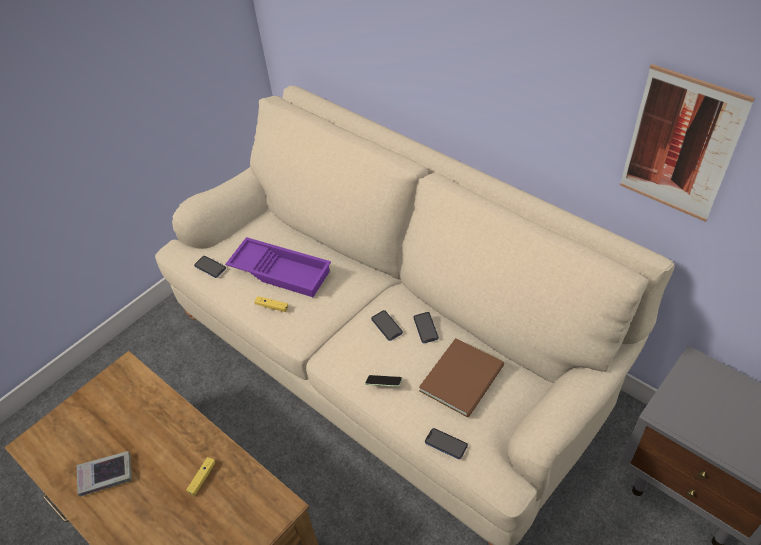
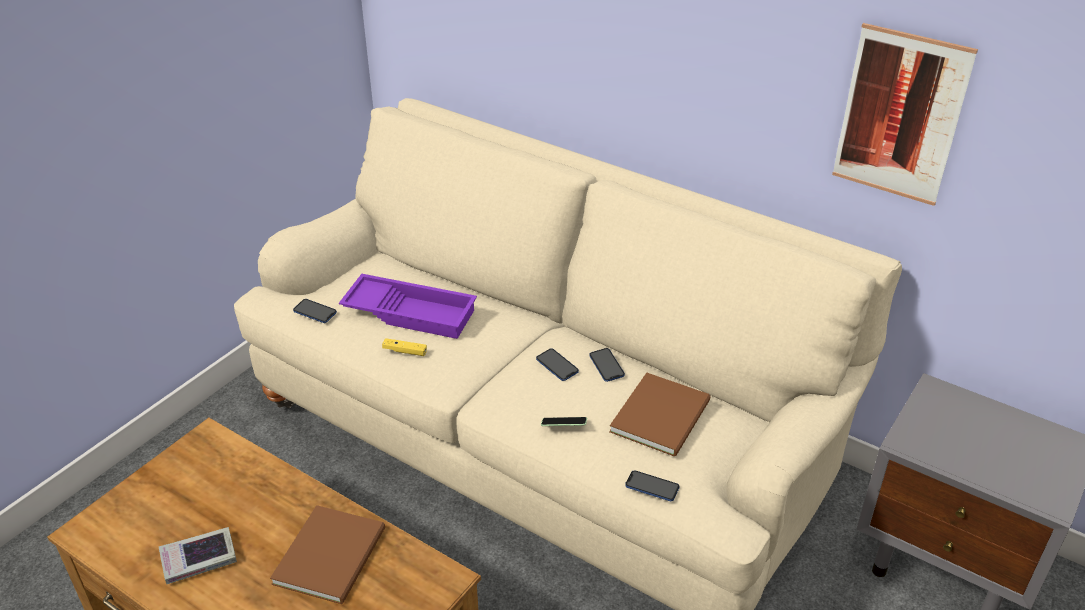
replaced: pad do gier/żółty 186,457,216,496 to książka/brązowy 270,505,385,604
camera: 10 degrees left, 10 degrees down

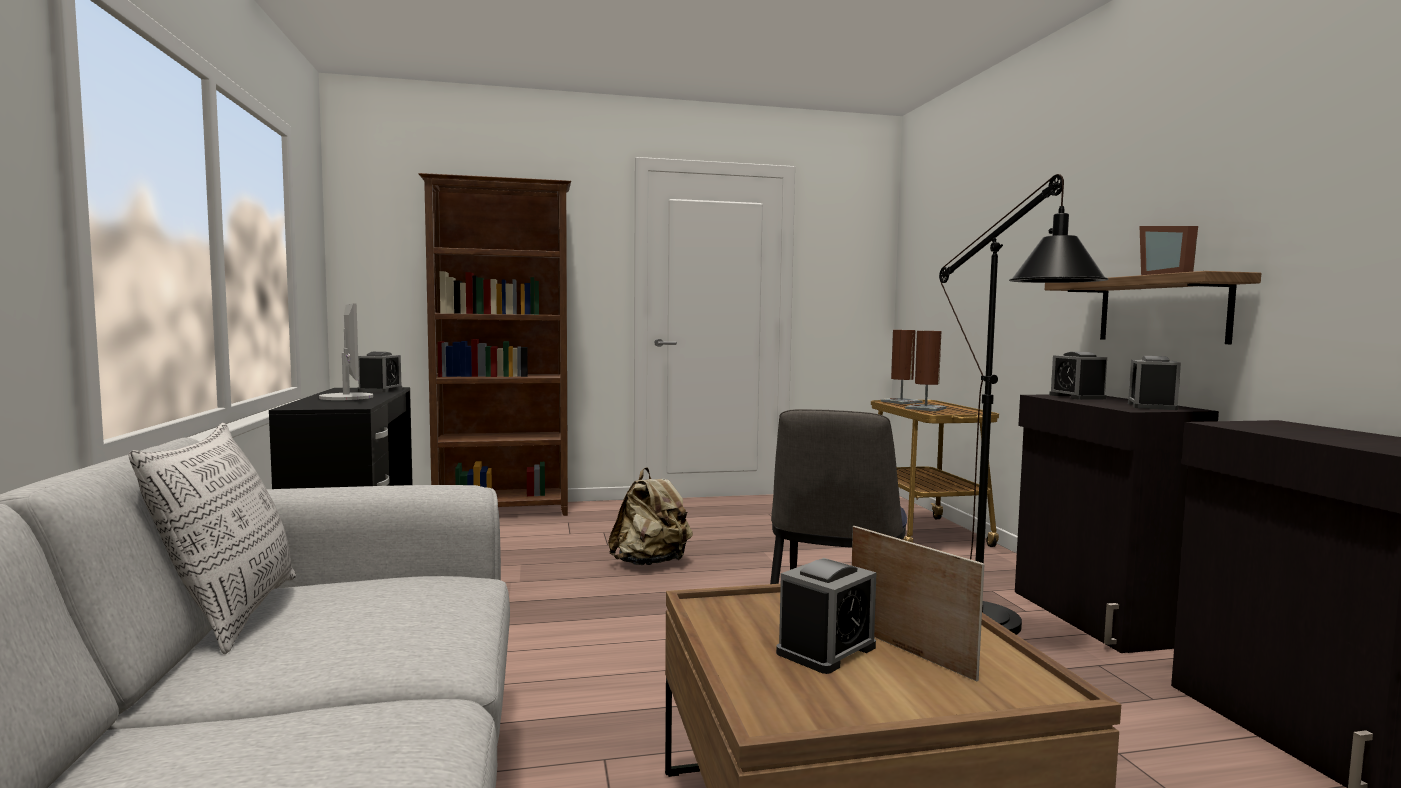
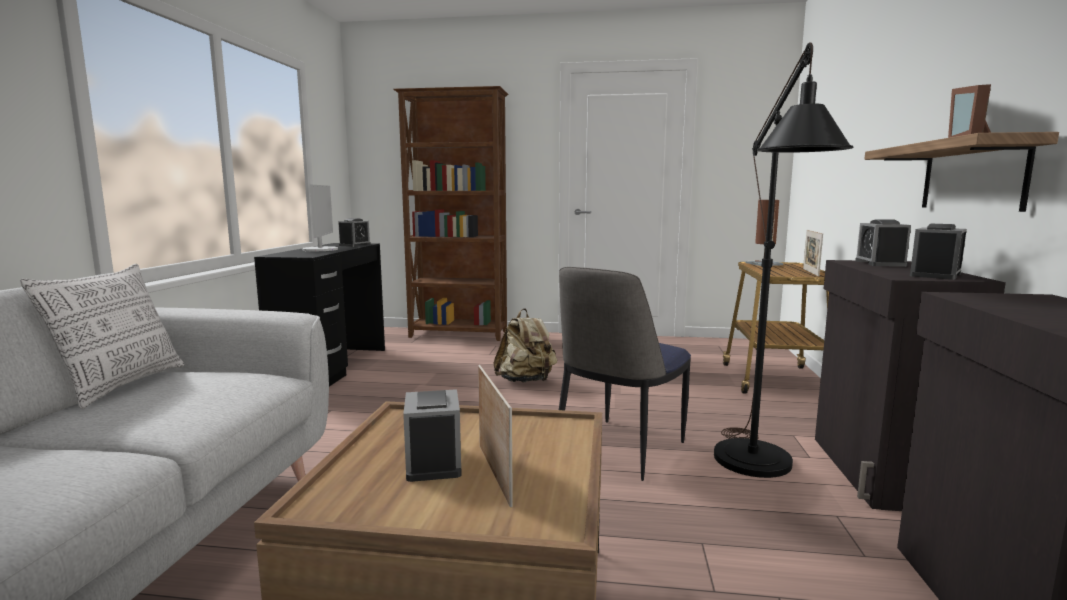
removed: lampa stołowa/brązowy 905,331,947,411
added: ramka na zdjęcie 803,230,823,276
turned: budzik 776,558,877,674 = 403,389,462,482 75 degrees counterclockwise
camera: 20 degrees right, 5 degrees up

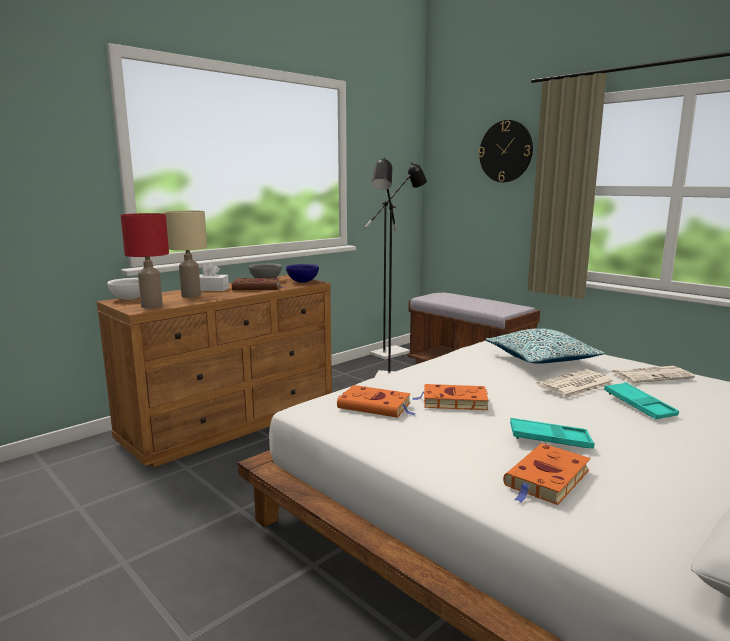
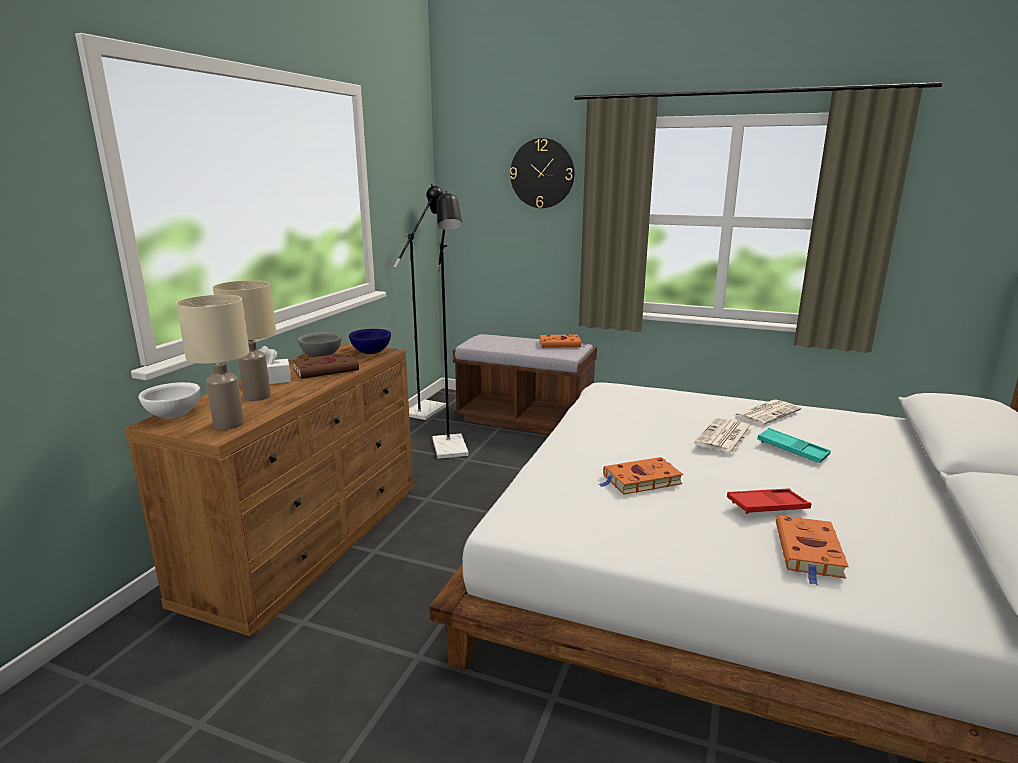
removed: poduszka 485,328,604,364
moved: książka/pomarańczowy 337,385,416,418 to 540,334,587,348
recoloured: lampa stołowa/czerwony 121,213,169,309 to lampa stołowa/beżowy 176,295,249,430; taca/turkusowy 510,418,595,449 to taca/czerwony 727,488,811,514
camera: 25 degrees left, 5 degrees up

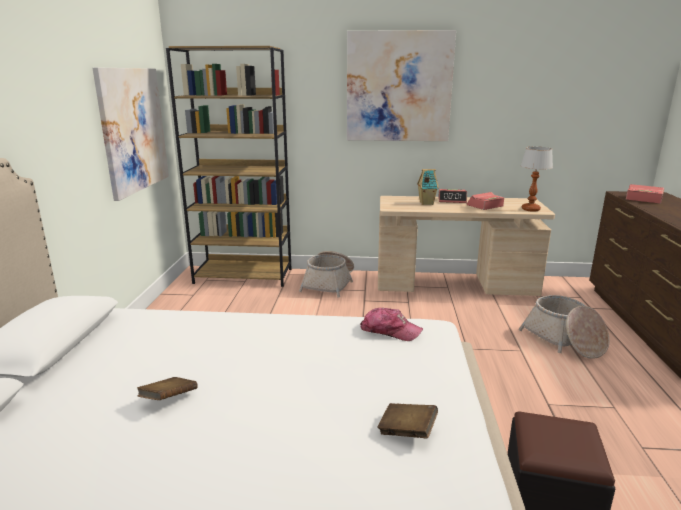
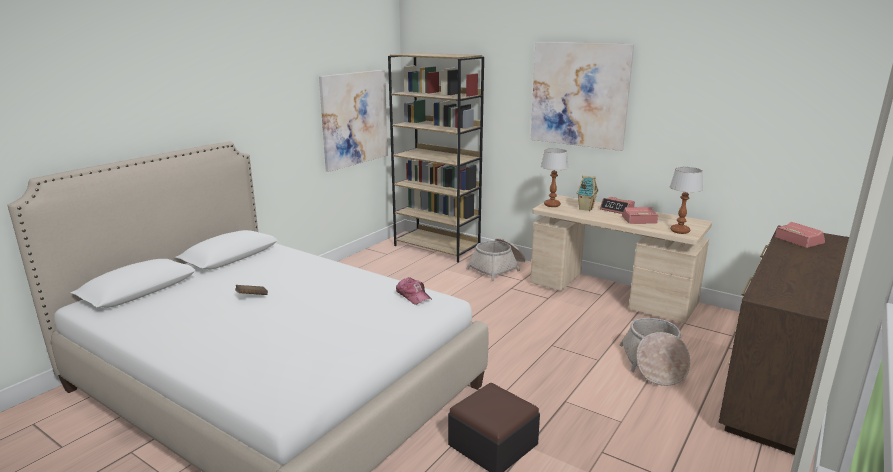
removed: książka/brązowy 377,403,438,438
added: lampa stołowa 541,148,569,207
camera: 30 degrees right, 0 degrees up

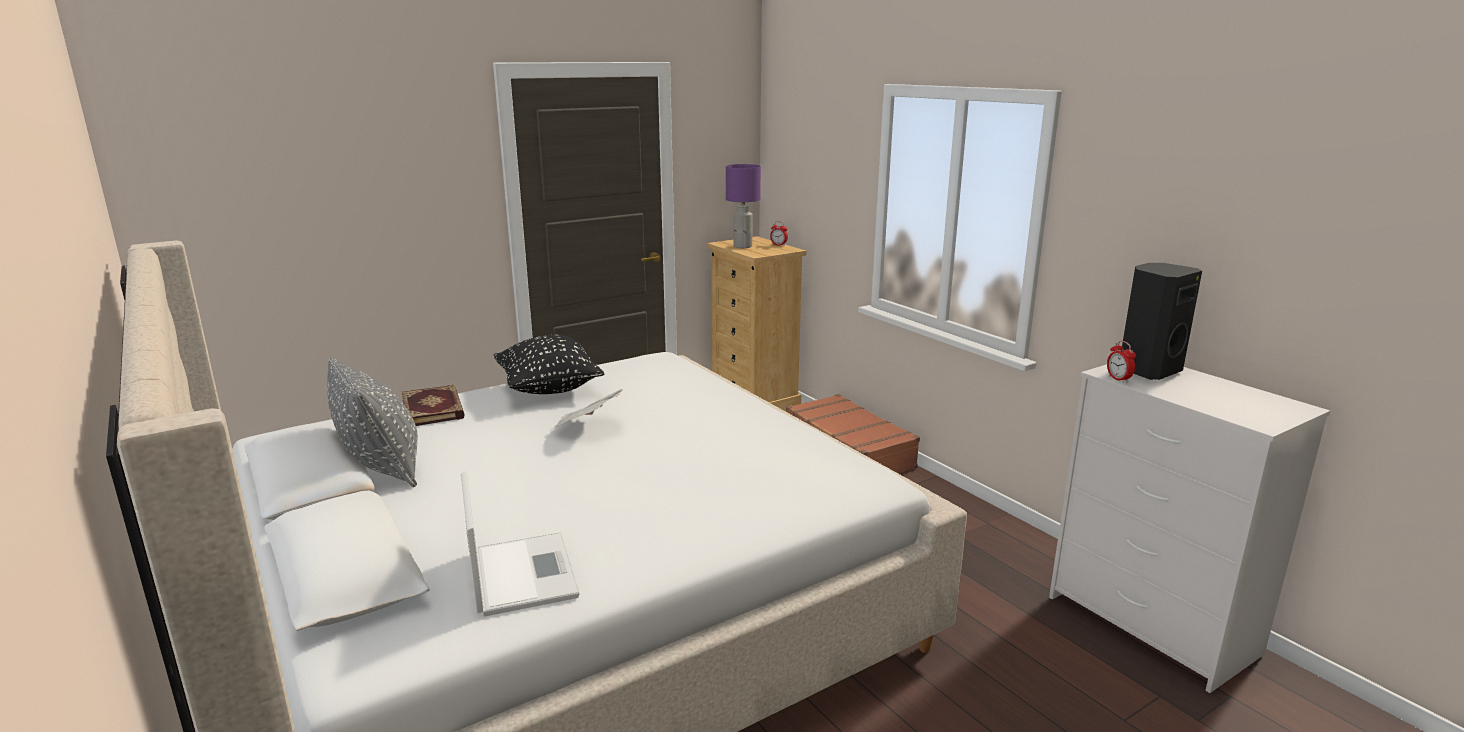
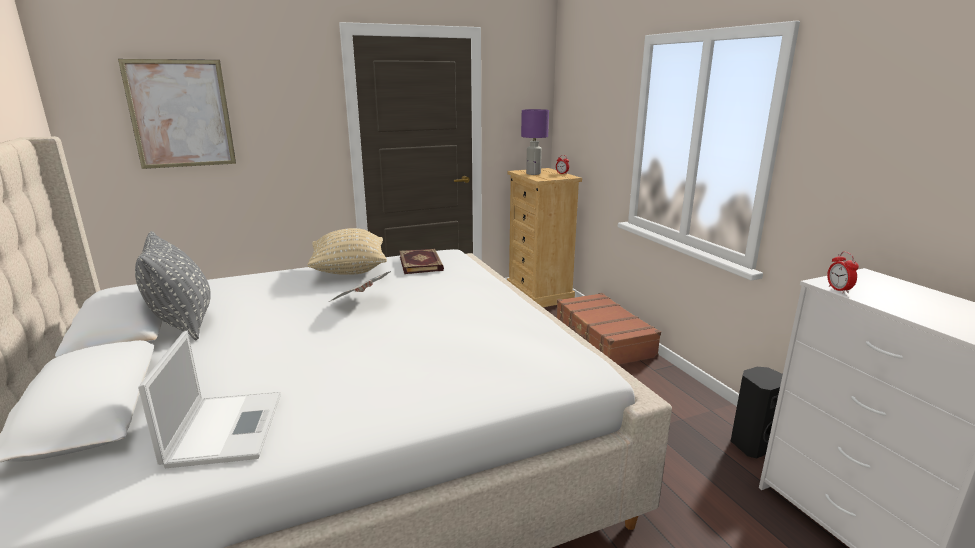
added: obraz 118,59,236,169
moved: głośnik/czarny 1122,263,1202,380 to 731,367,783,459; książka 402,385,465,426 to 399,249,444,274
recoloured: poduszka/czarny 494,335,604,394 to poduszka/beżowy 307,228,387,275
camera: 10 degrees right, 0 degrees up

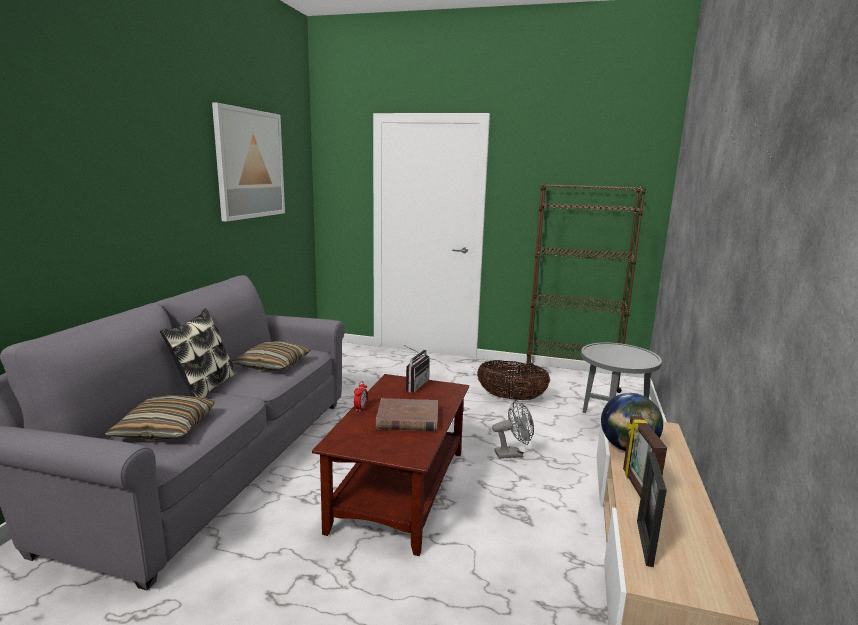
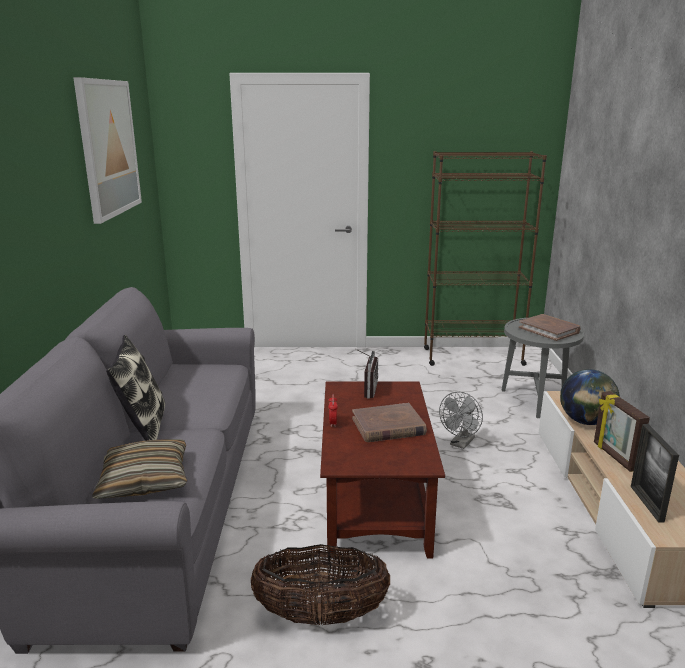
removed: poduszka 232,341,311,371
added: książka/brązowy 519,314,581,341
moved: koszyk 477,360,550,400 to 251,544,390,625
turned: wentylator/szary 492,400,534,459 = 439,392,483,449 150 degrees clockwise
camera: 15 degrees left, 5 degrees up

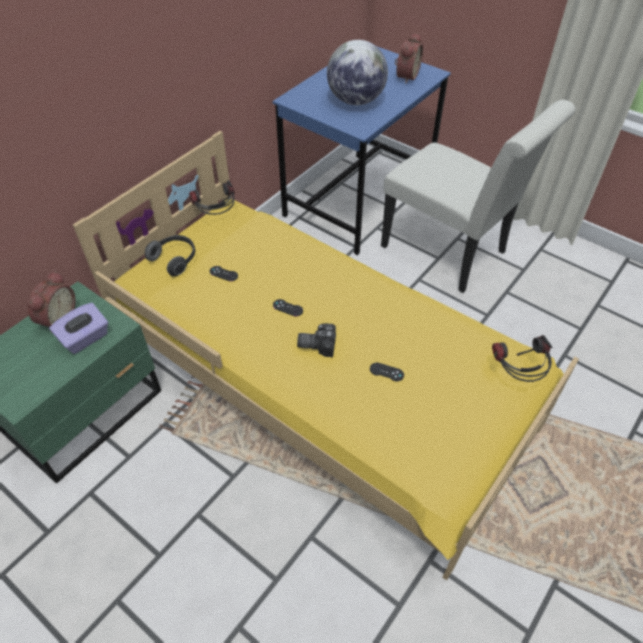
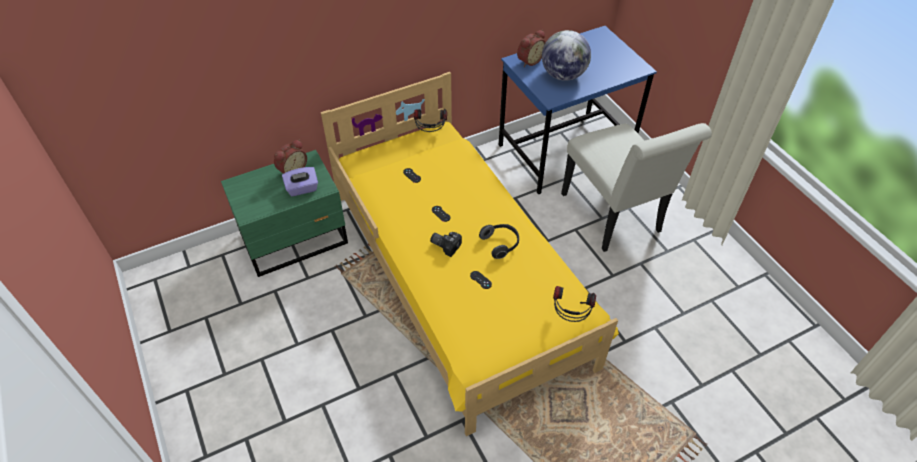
moved: budzik 395,33,423,84 to 517,30,546,67; słuchawki 145,235,196,276 to 479,224,519,259
camera: 25 degrees right, 0 degrees up

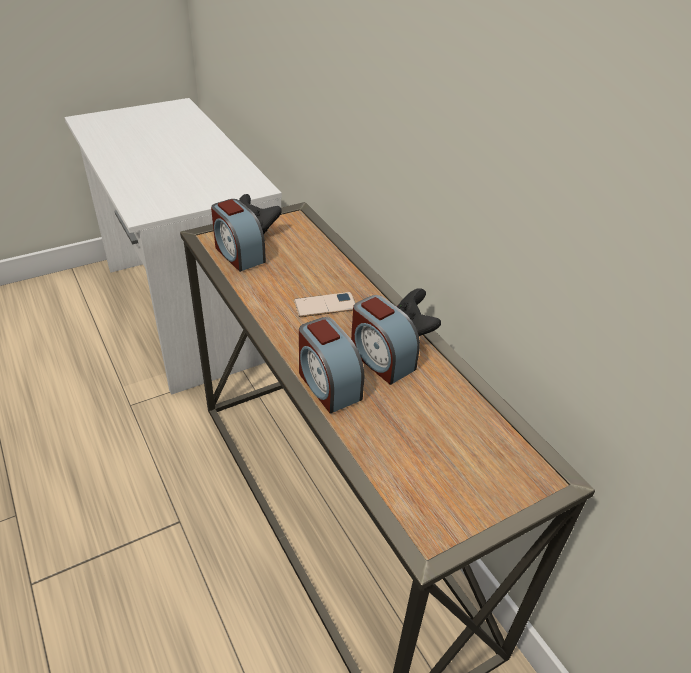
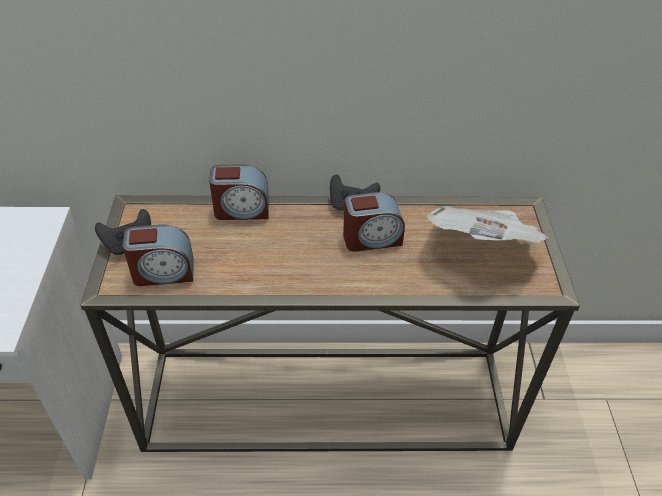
removed: telefon 294,292,355,317
added: gazeta 427,206,549,243
moved: budzik 299,317,364,414 to 209,164,269,220
camera: 60 degrees left, 5 degrees up

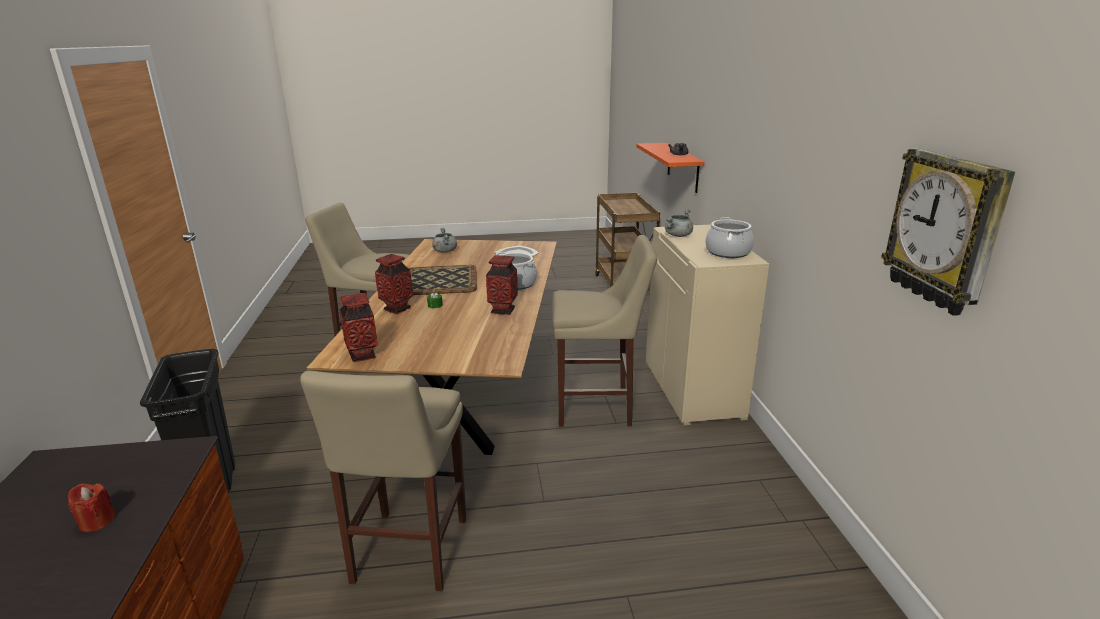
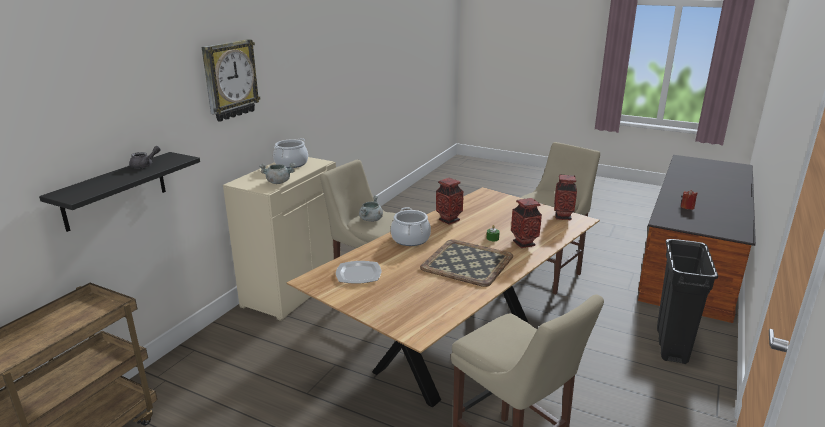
moved: zegar ścienny 881,148,1015,316 to 202,39,260,122; garnek/szary 432,228,457,252 to 359,196,383,222
recoloured: półka/pomarańczowy 636,143,704,193 to półka/czarny 39,152,200,232
camera: 145 degrees left, 0 degrees up

